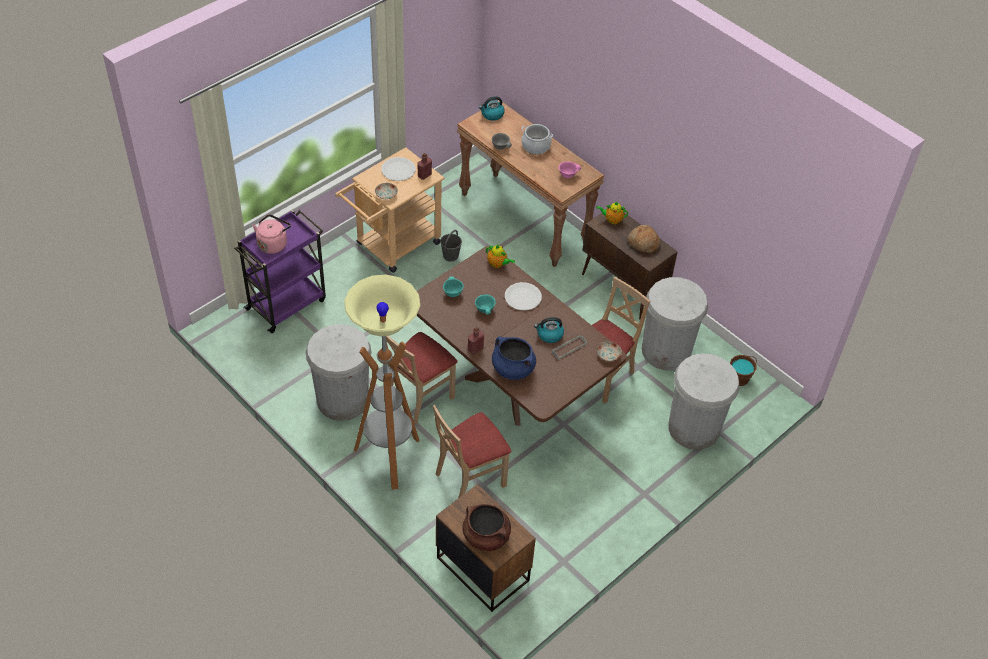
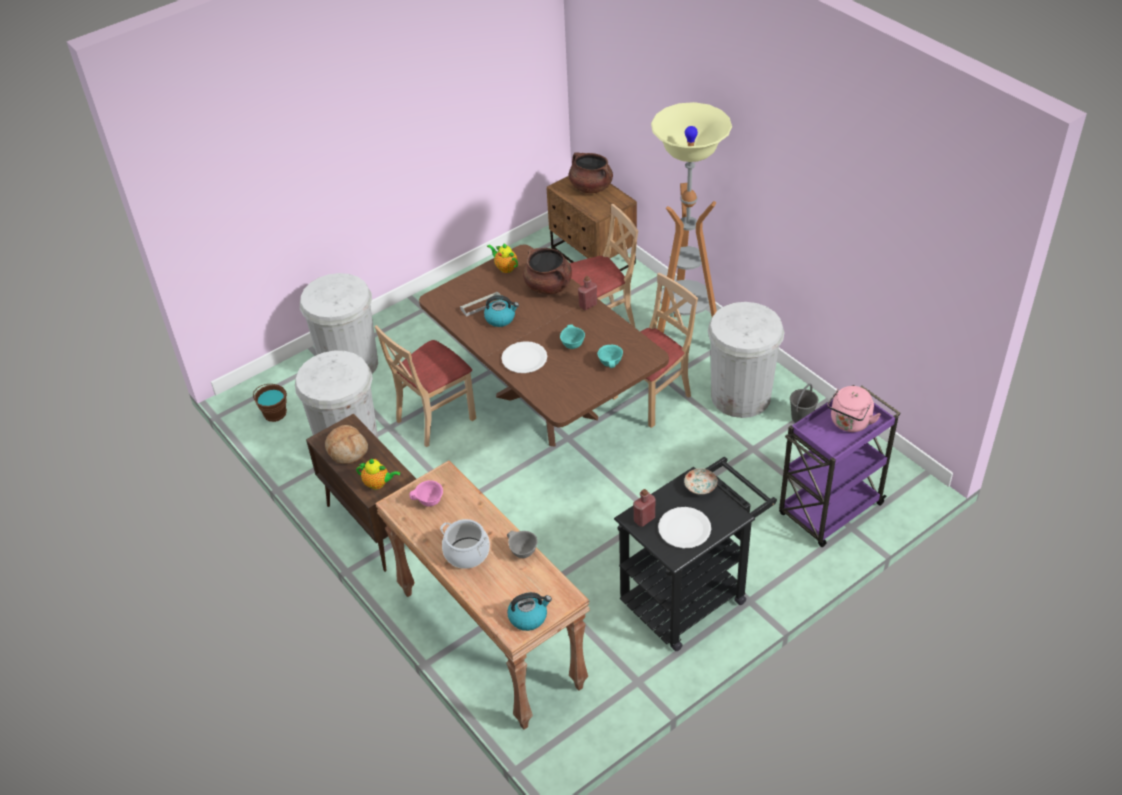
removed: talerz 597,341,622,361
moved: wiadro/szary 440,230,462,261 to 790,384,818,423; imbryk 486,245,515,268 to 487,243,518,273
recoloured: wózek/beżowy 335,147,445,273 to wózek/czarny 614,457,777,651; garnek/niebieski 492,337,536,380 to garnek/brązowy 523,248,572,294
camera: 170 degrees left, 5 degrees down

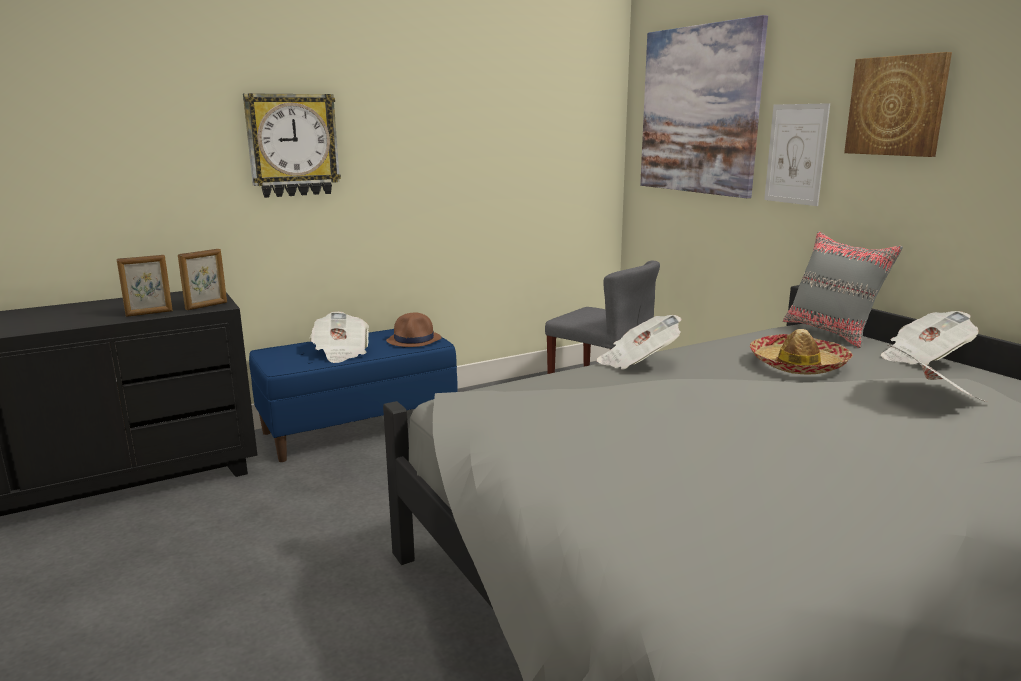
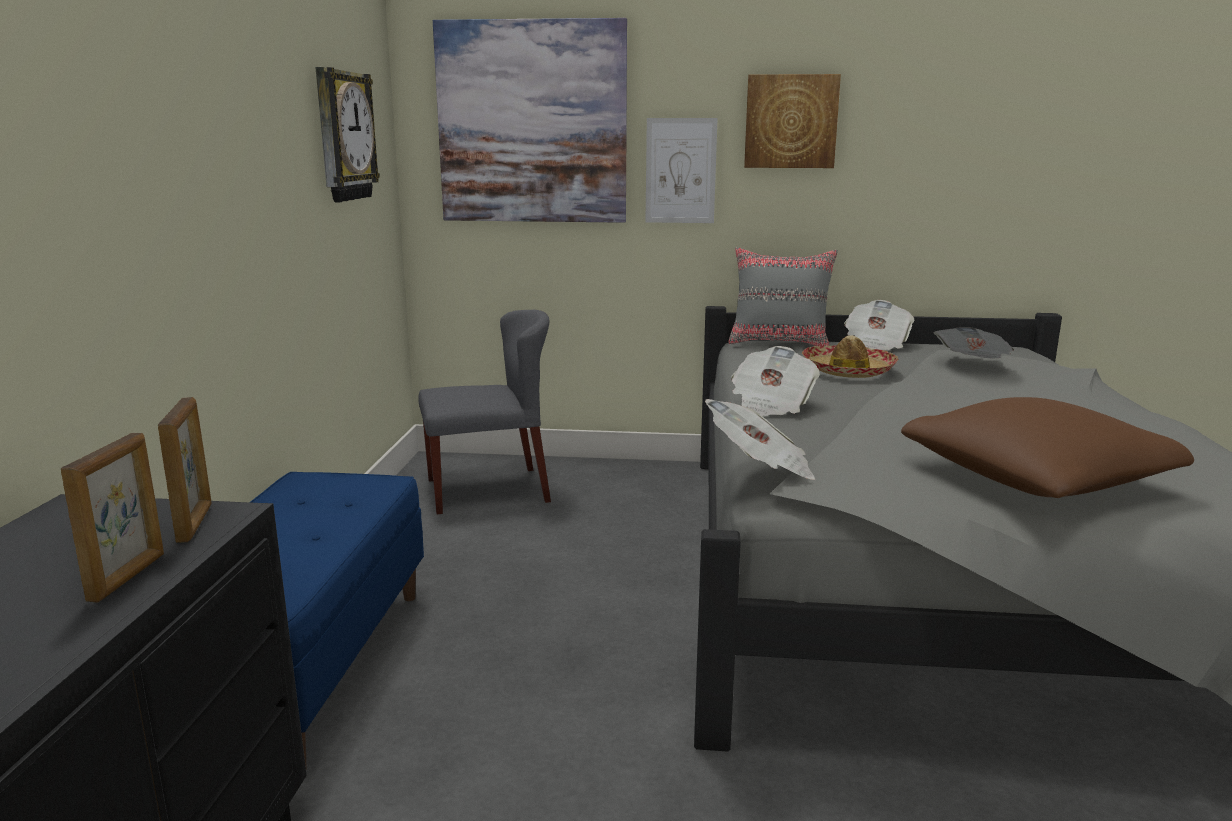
removed: kapelusz/brązowy 386,313,442,347
added: poduszka/brązowy 901,397,1194,498
moved: zegar ścienny 243,93,341,198 to 315,67,380,202; gazeta 310,312,369,363 to 705,399,816,480
camera: 55 degrees left, 0 degrees up

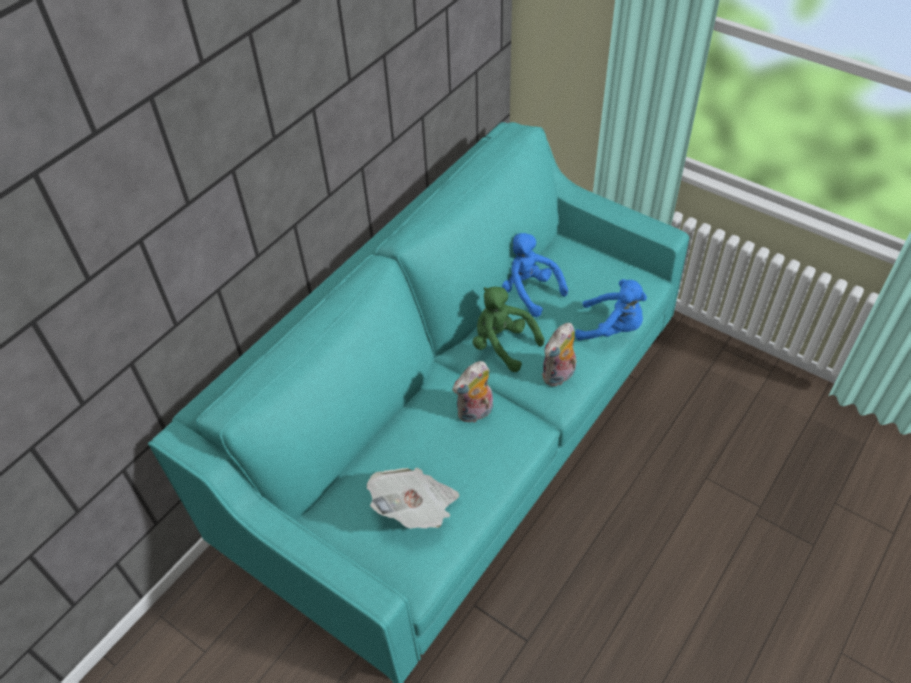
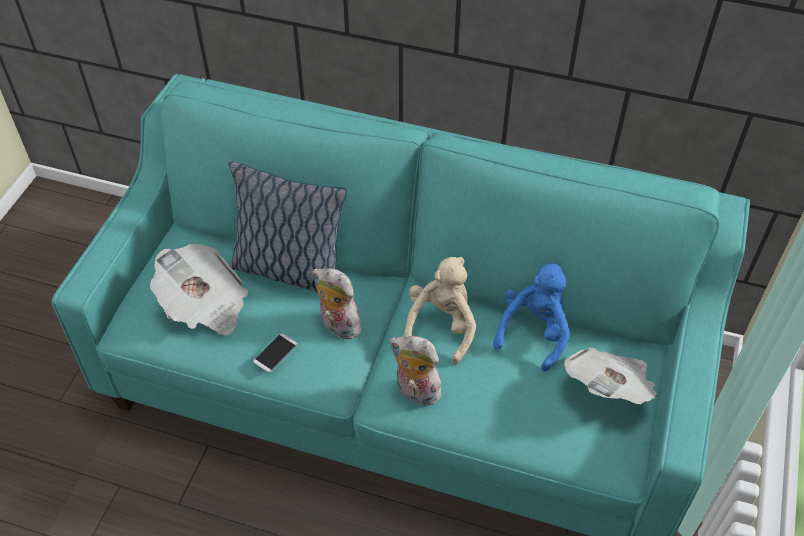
removed: pluszak/niebieski 575,279,647,341
added: poduszka 229,161,347,293; telefon 253,333,297,372; gazeta 564,347,658,404
recoloured: pluszak/zielony 473,286,544,372 to pluszak/beżowy 403,257,476,365
camera: 70 degrees right, 0 degrees up

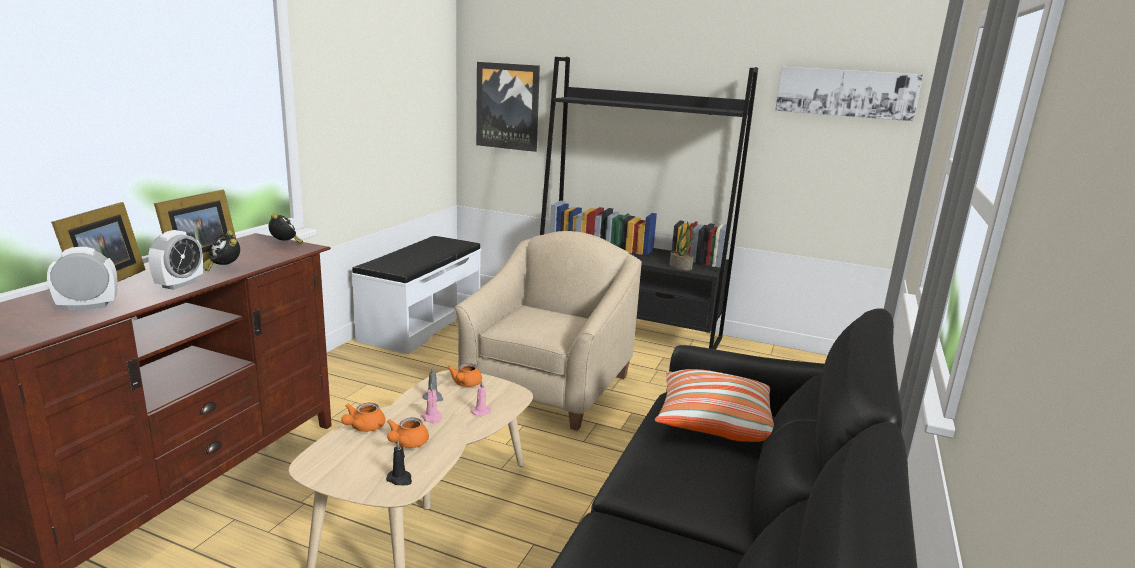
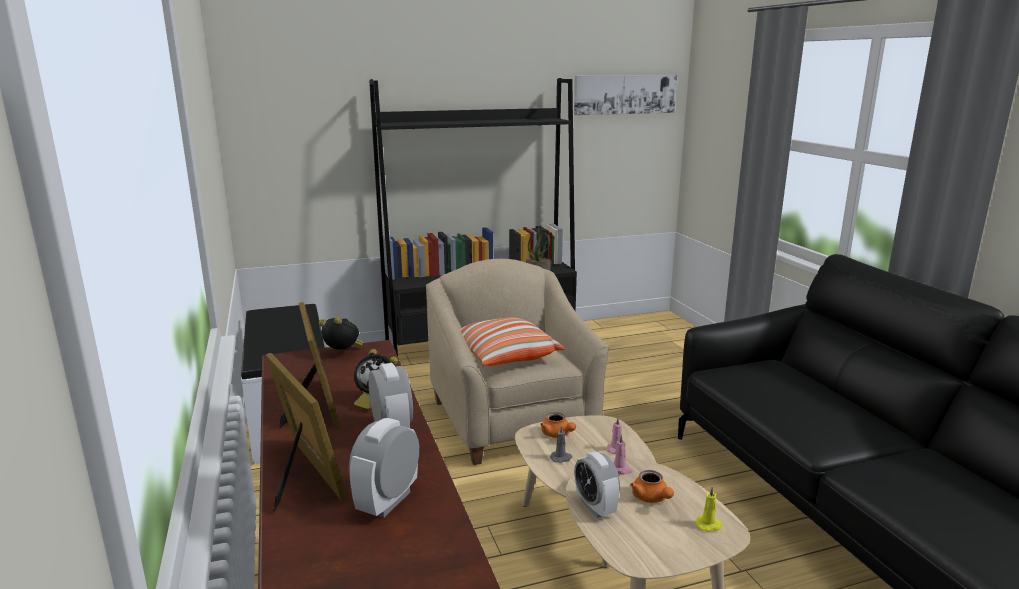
removed: obraz 476,62,540,152
moved: poduszka 655,369,774,442 to 460,317,565,365
replaced: imbryk/pomarańczowy 341,402,385,432 to budzik 574,451,620,518
recoloured: świeca/czarny 386,441,412,485 to świeca/żółty 695,486,723,532
camera: 40 degrees left, 0 degrees up

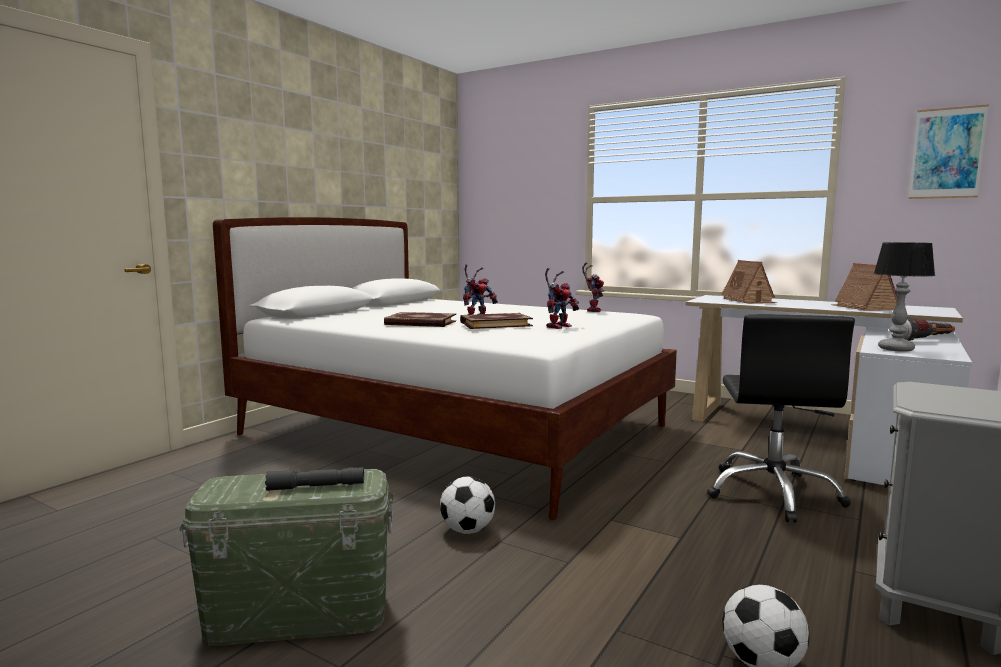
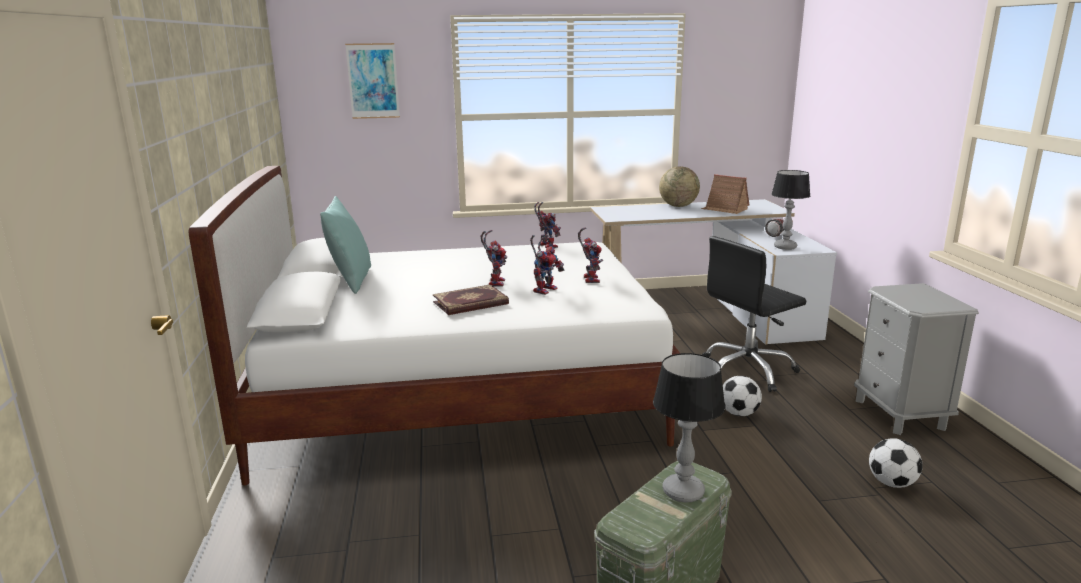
removed: domek 721,260,777,304
added: globus 659,166,700,207; poduszka/turkusowy 320,196,371,294
moved: obraz 908,104,989,199 to 345,43,400,119; piłka futbolowa 440,477,495,534 to 723,376,762,416
replaced: książka 460,313,533,329 to robot zabawkowy 530,235,564,295; latarka/szary 265,467,364,491 to lampa stołowa 653,353,725,502
turned: krzesło biurowe/czarny 707,315,855,523 = 702,236,806,392 90 degrees clockwise
camera: 40 degrees left, 10 degrees up

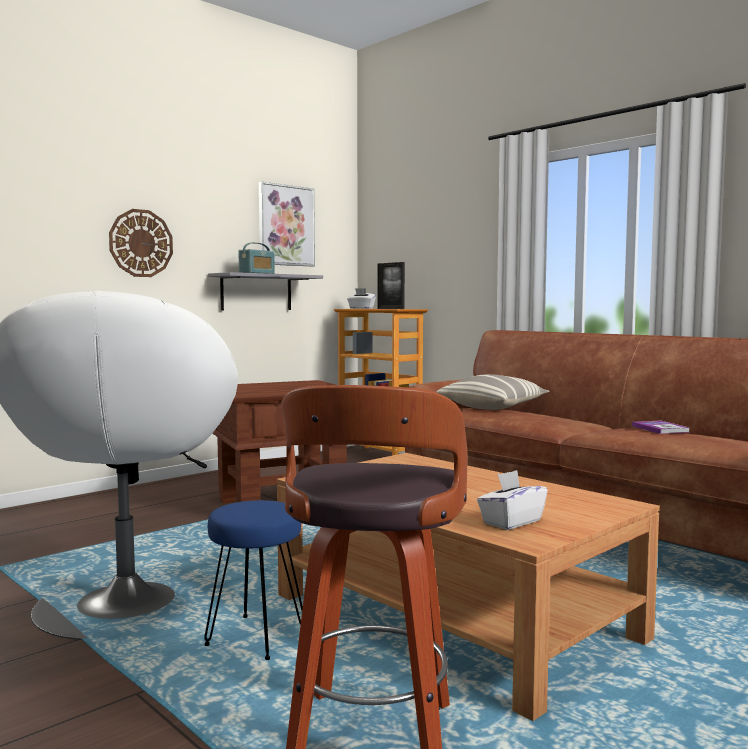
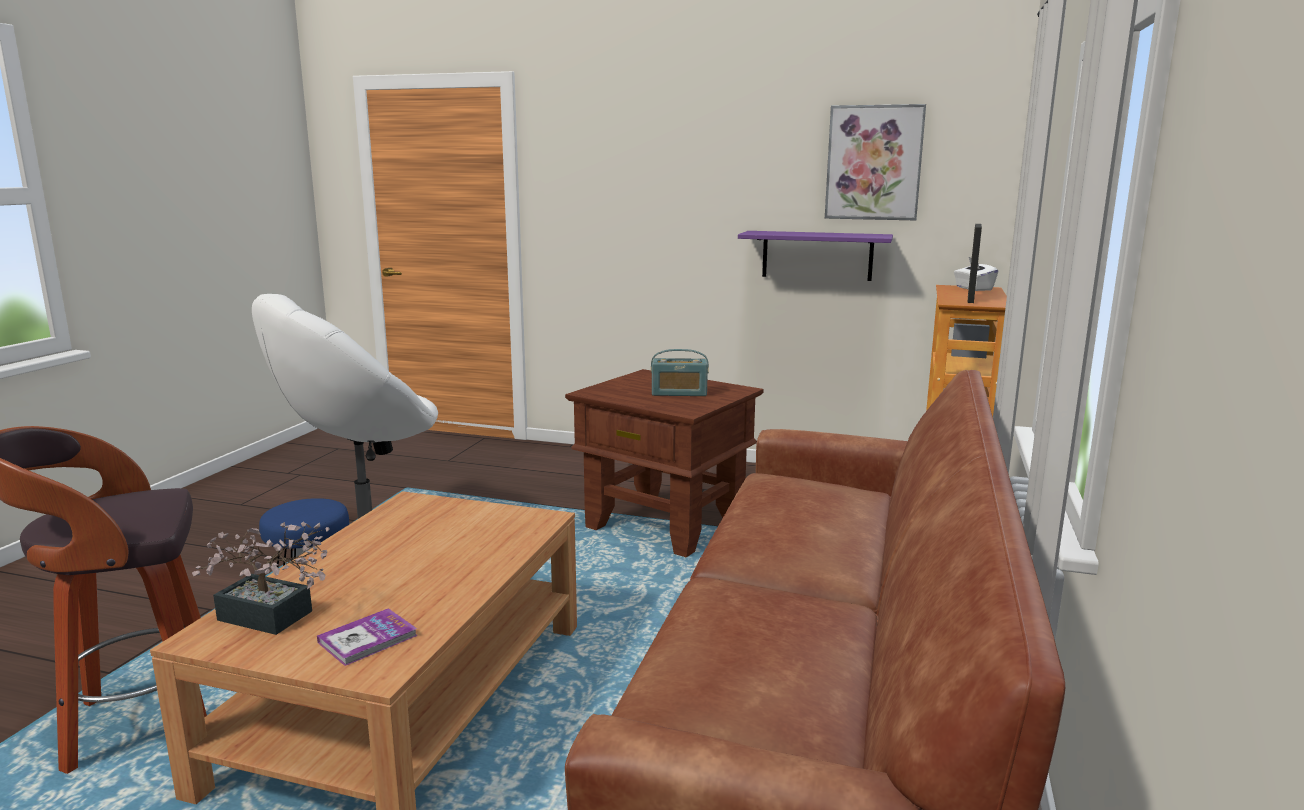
removed: zegar ścienny 109,209,173,277; poduszka 436,374,549,410
moved: radio 239,242,275,274 to 651,349,709,396; książka 632,420,690,434 to 317,608,418,666
replaced: pudełko chusteczek/biały 477,470,548,530 to roślina doniczkowa 192,521,330,635
recoloured: półka/szary 208,272,323,311 to półka/fioletowy 738,231,893,281
camera: 60 degrees right, 10 degrees up

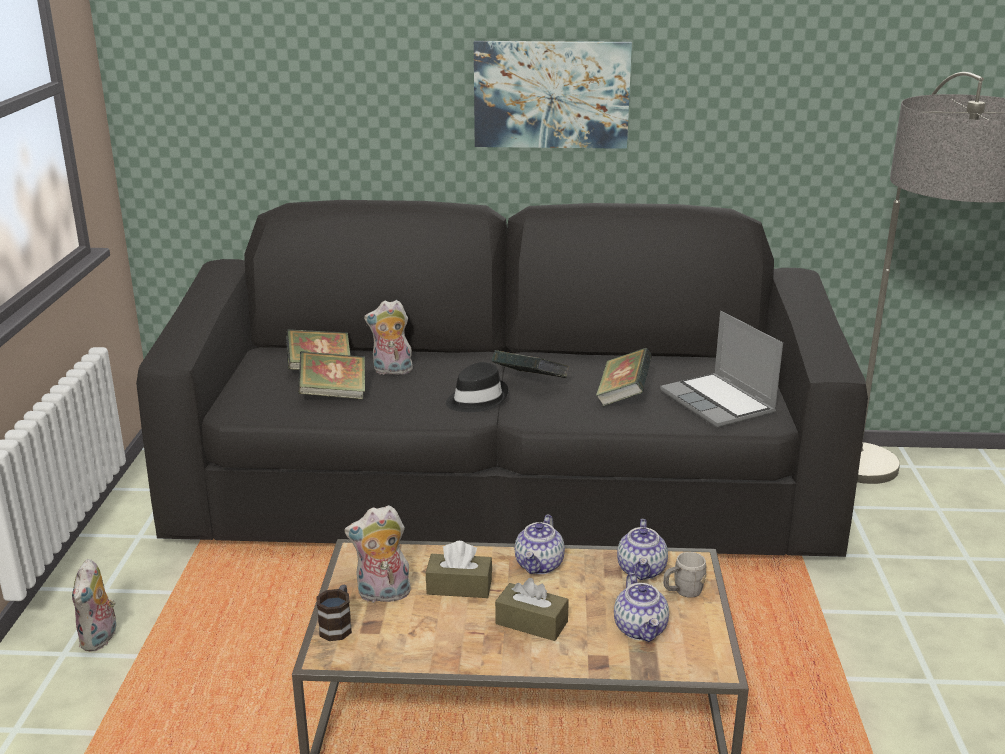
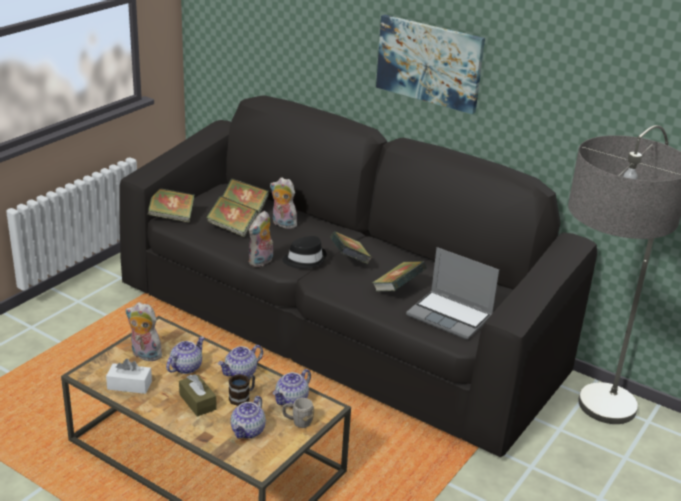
added: książka 147,188,195,223; pudełko chusteczek/biały 106,359,152,394
moved: pluszak 72,559,116,652 to 249,211,273,267; kubek 317,585,352,641 to 229,374,255,406
replaced: pudełko chusteczek/brązowy 426,541,492,598 to imbryk 166,337,205,374
turned: laptop 660,311,783,428 = 406,247,499,340 60 degrees counterclockwise
camera: 30 degrees right, 5 degrees up

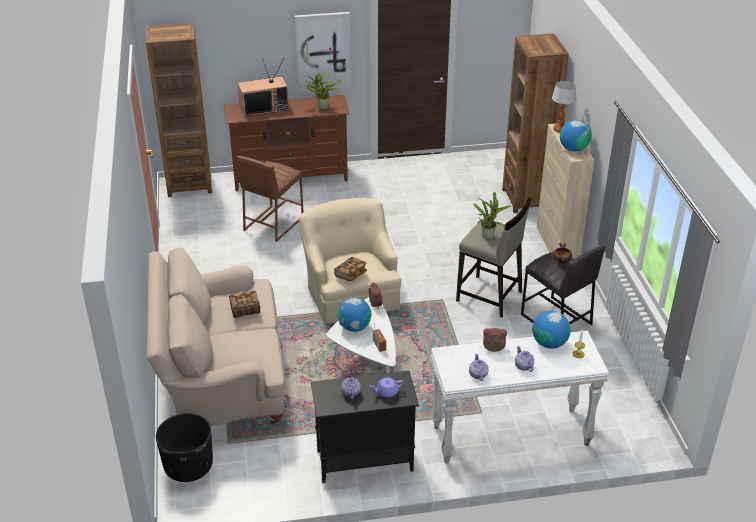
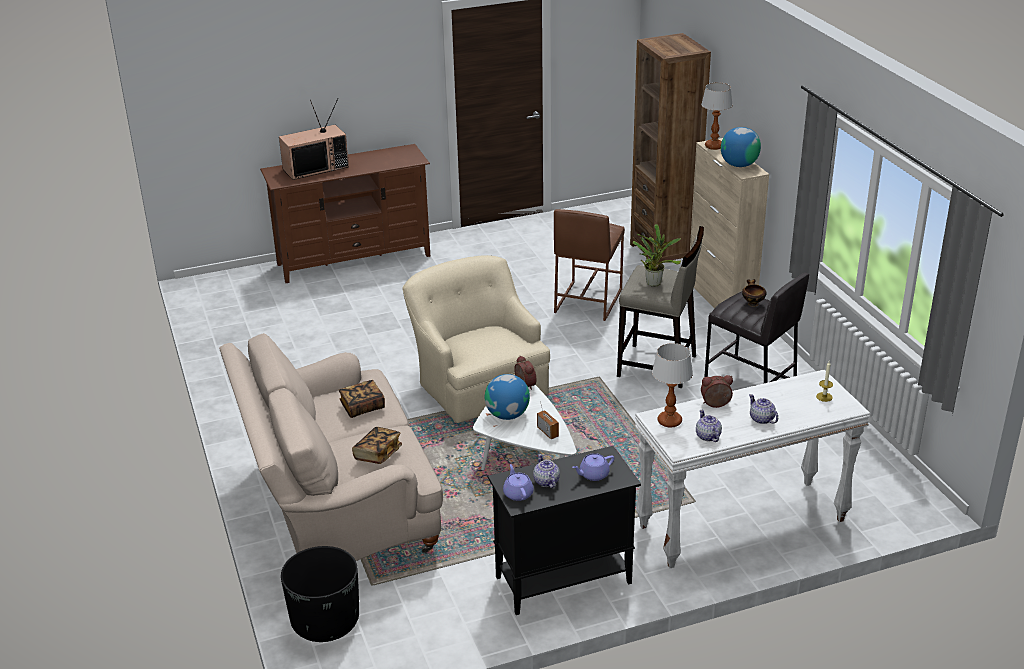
removed: obraz 295,12,351,93; regał/brązowy 146,23,212,197; roślina doniczkowa 299,72,341,109; globus 532,310,571,349
added: lampa stołowa 652,343,693,428; imbryk/fioletowy 503,464,534,501
moved: stołek/brązowy 237,156,304,242 to 554,209,625,321; książka 334,257,367,282 to 352,427,402,464
camera: 10 degrees left, 5 degrees down

